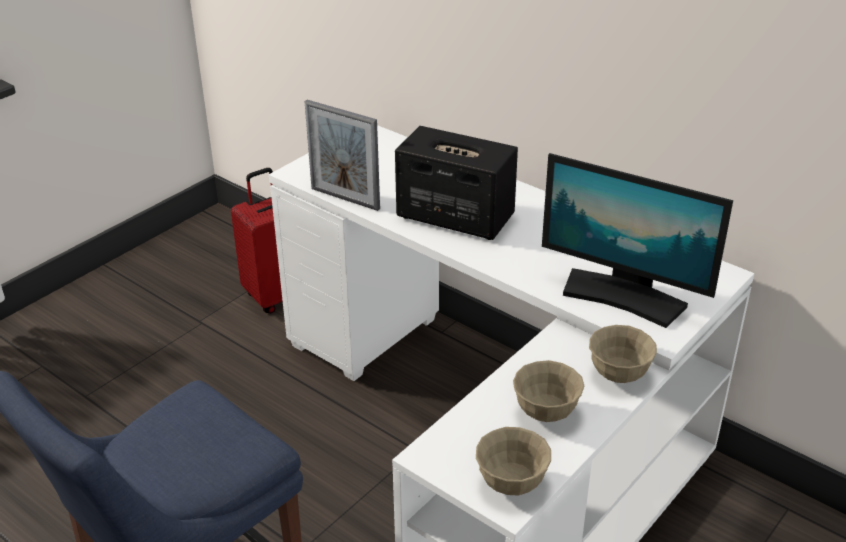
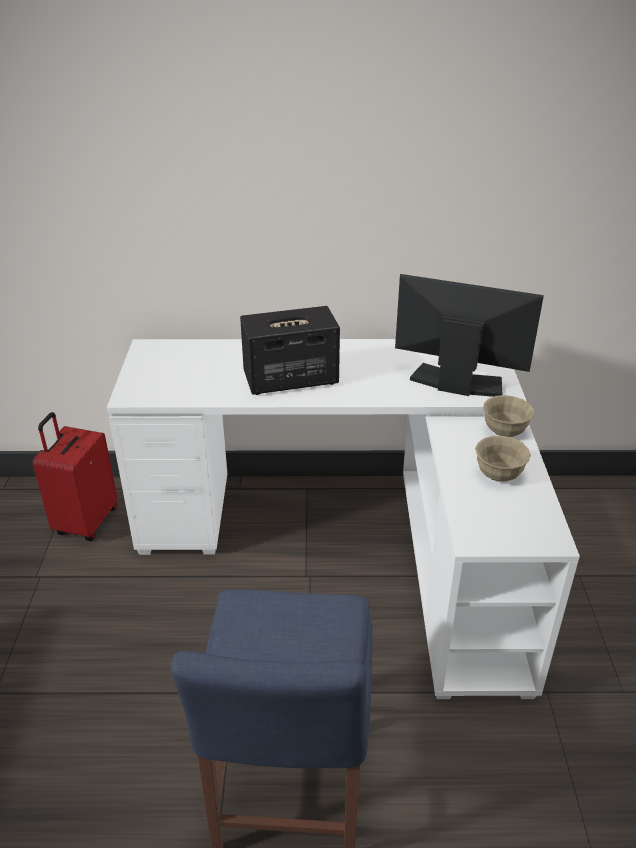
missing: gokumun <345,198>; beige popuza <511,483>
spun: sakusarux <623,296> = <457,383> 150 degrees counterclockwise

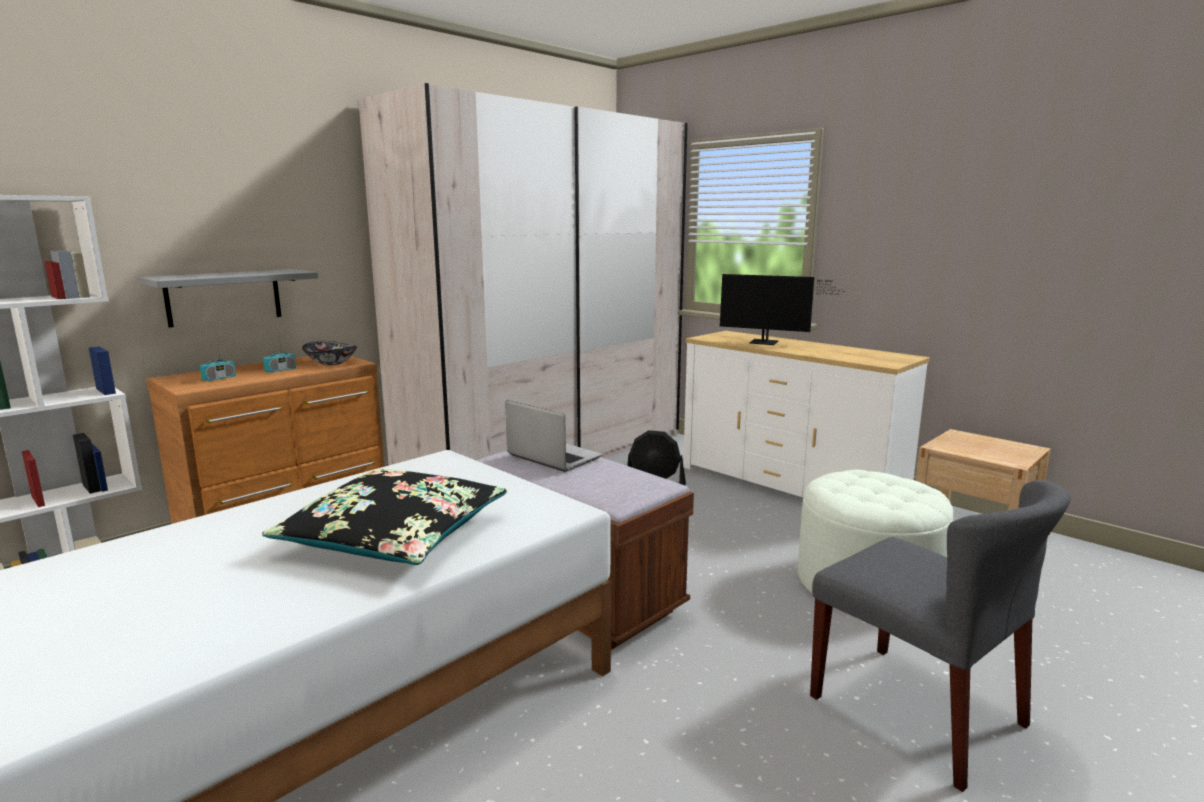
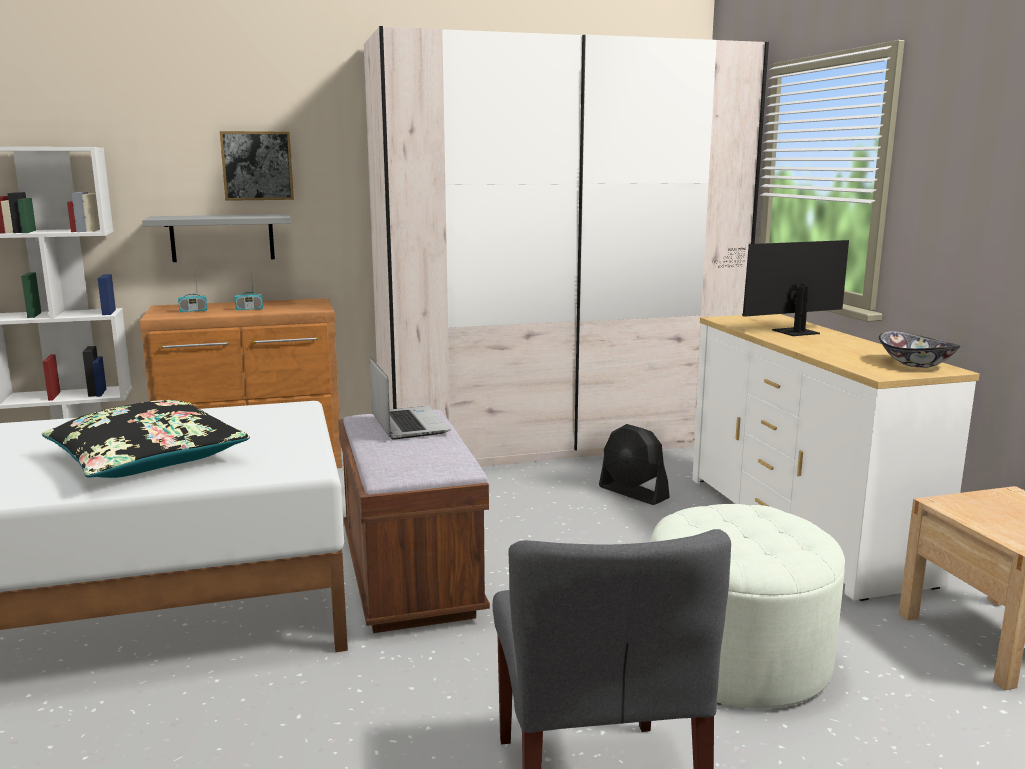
appeared: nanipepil <257,166>
relocated: popuza <332,363> to <916,364>
spun: sakusarux <768,343> = <789,332> 105 degrees clockwise

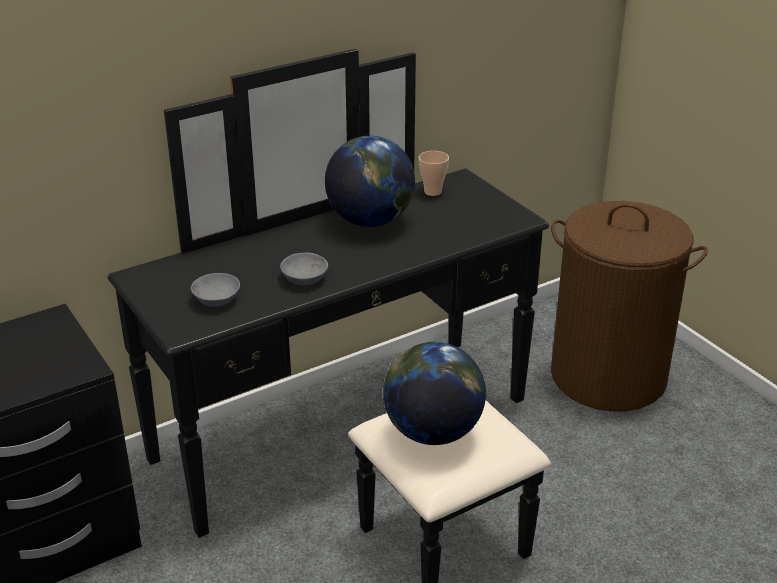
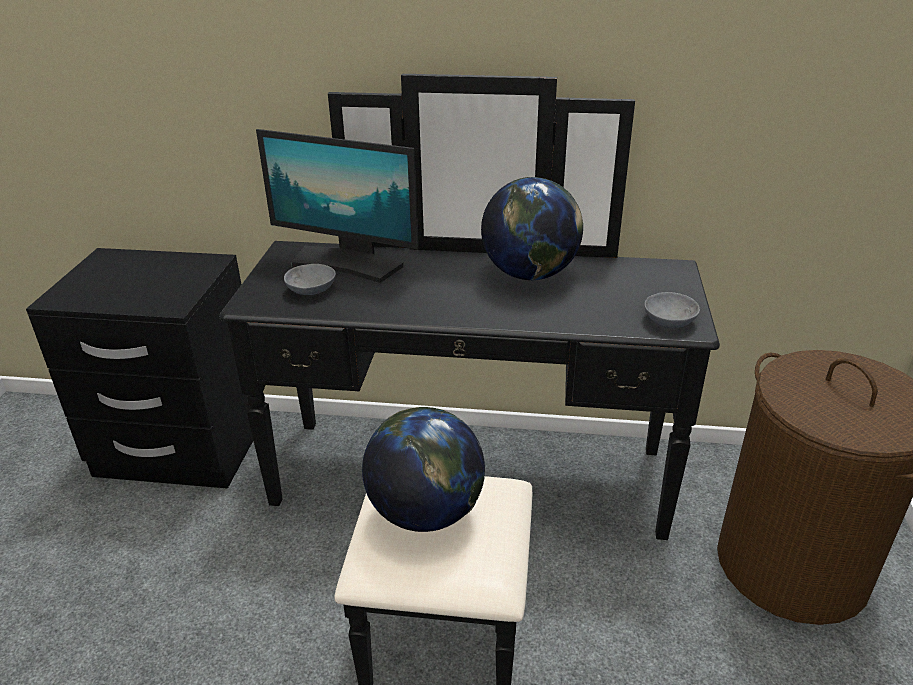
missing: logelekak <433,192>
appeared: sakusarux <347,263>
relocated: grey popuza <303,278> to <667,320>

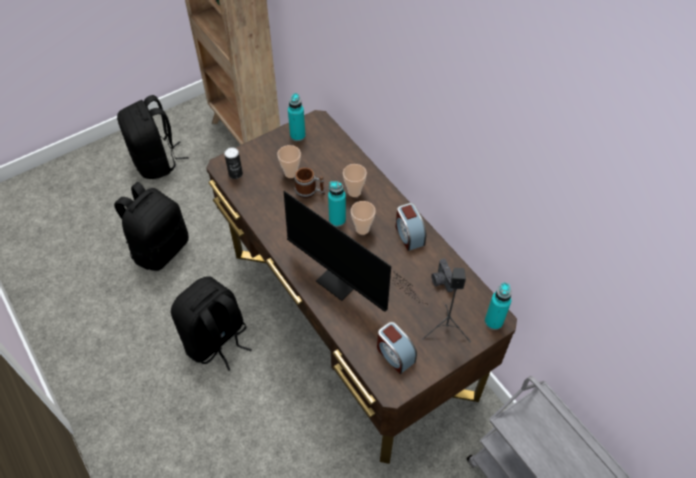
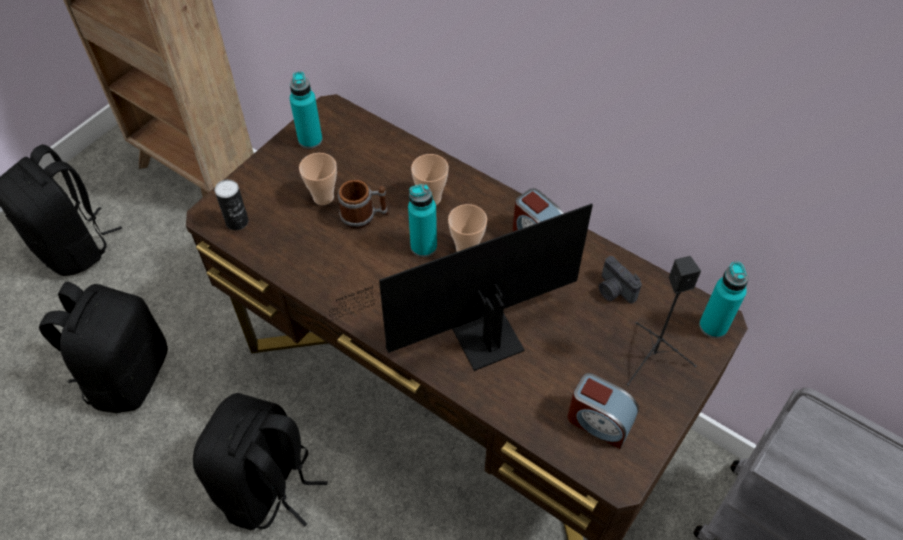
spun: sakusarux <344,284> = <476,340> 135 degrees clockwise

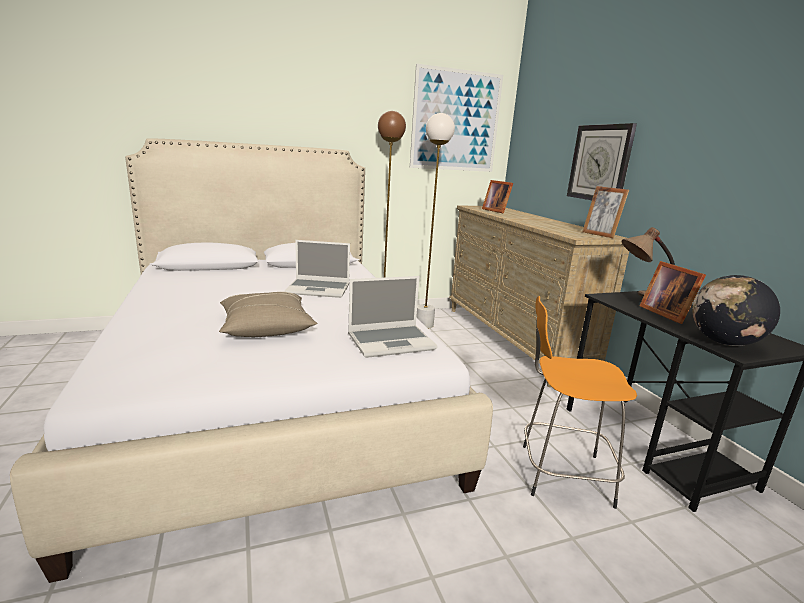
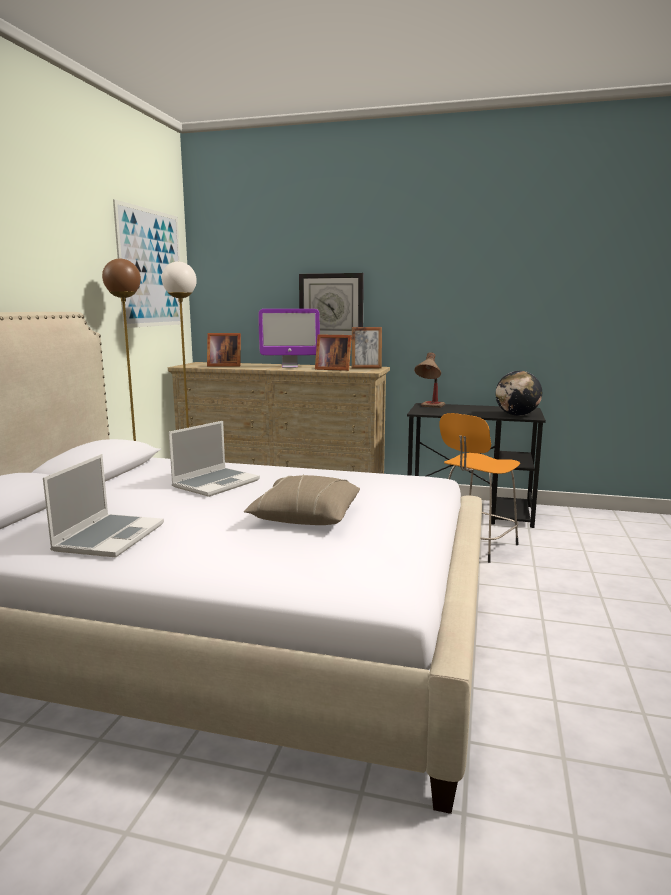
appeared: sakusarux <289,367>
relocated: gokumun <666,313> to <332,369>; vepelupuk <391,342> to <109,537>

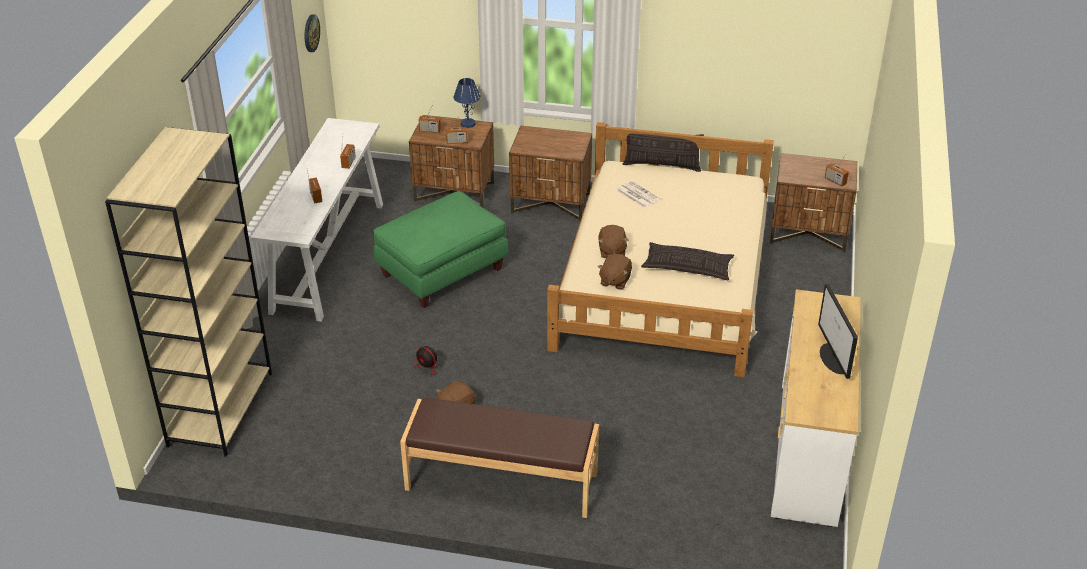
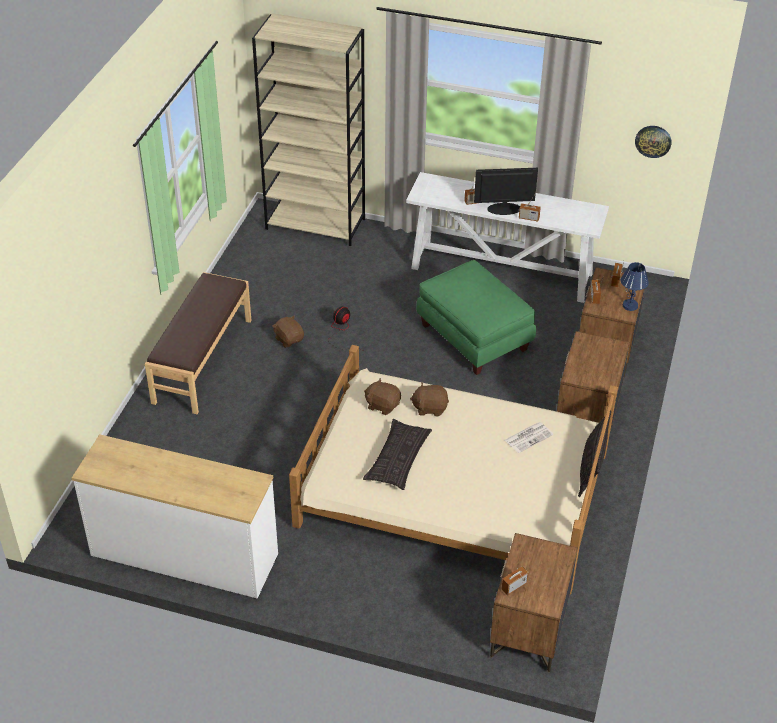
relocated: sakusarux <834,359> to <503,208>

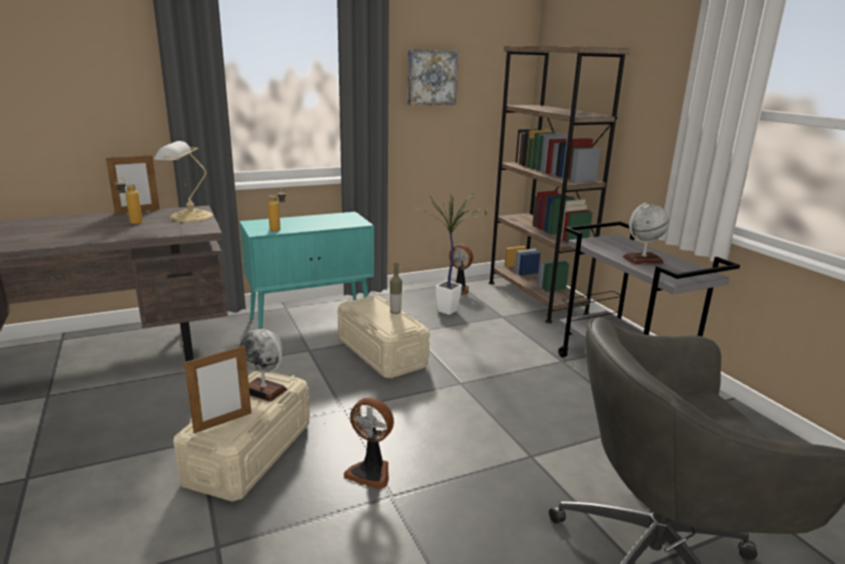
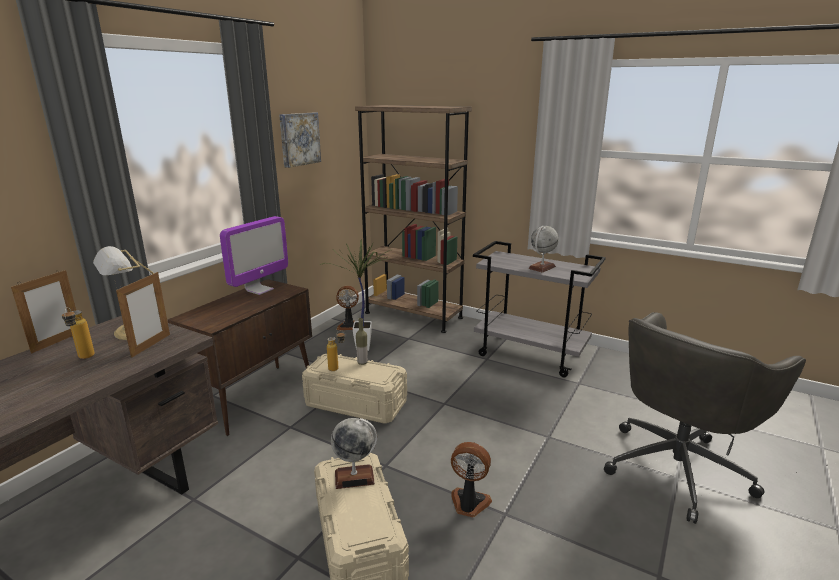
appeared: sakusarux <259,290>
relocated: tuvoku <279,230> to <337,368>; gokumun <223,422> to <151,345>
colour: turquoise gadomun <312,320> to brown gadomun <256,397>
spun: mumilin <371,472> = <469,504> 150 degrees counterclockwise

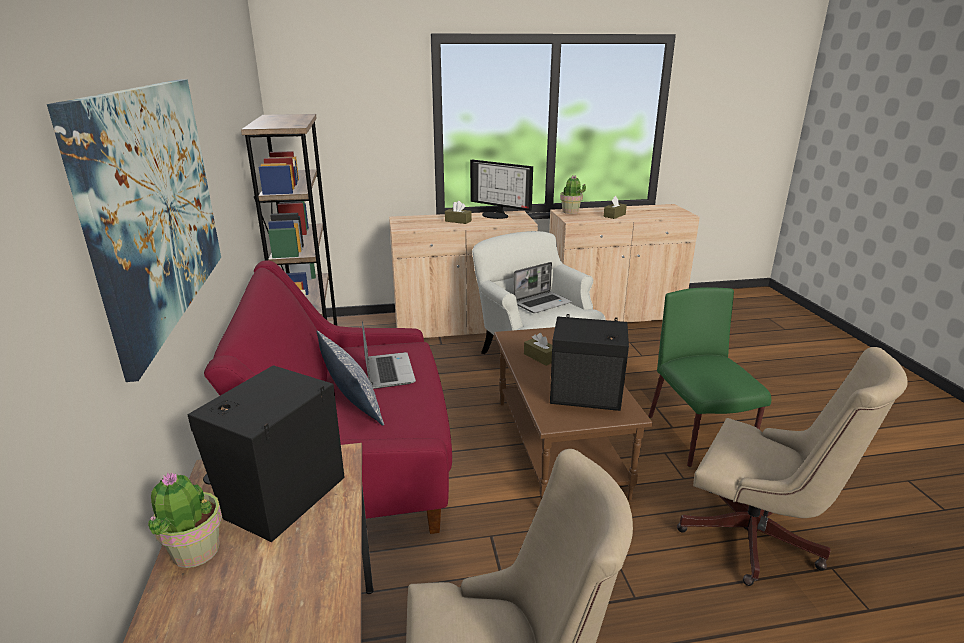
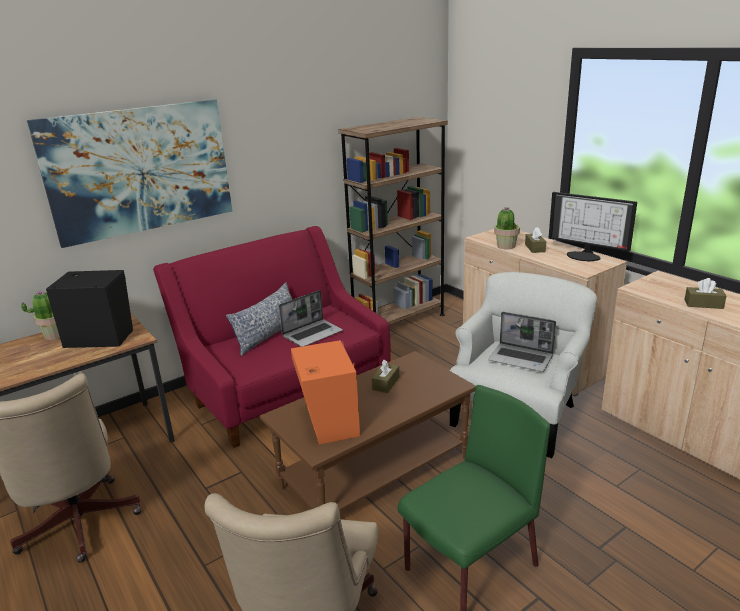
relocated: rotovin <570,212> to <505,246>
colour: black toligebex <586,398> to orange toligebex <329,423>
spun: sakusarux <497,215> = <585,255> 60 degrees counterclockwise

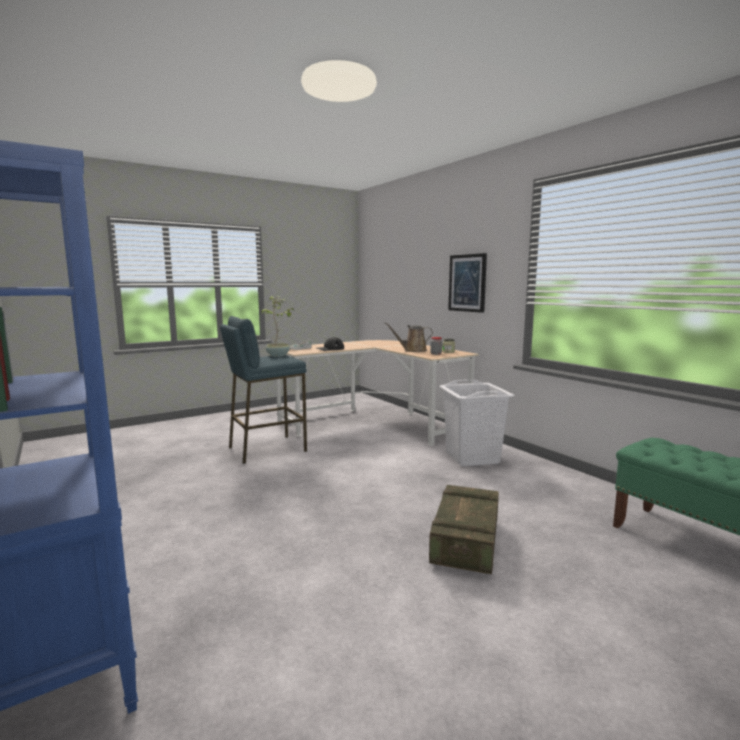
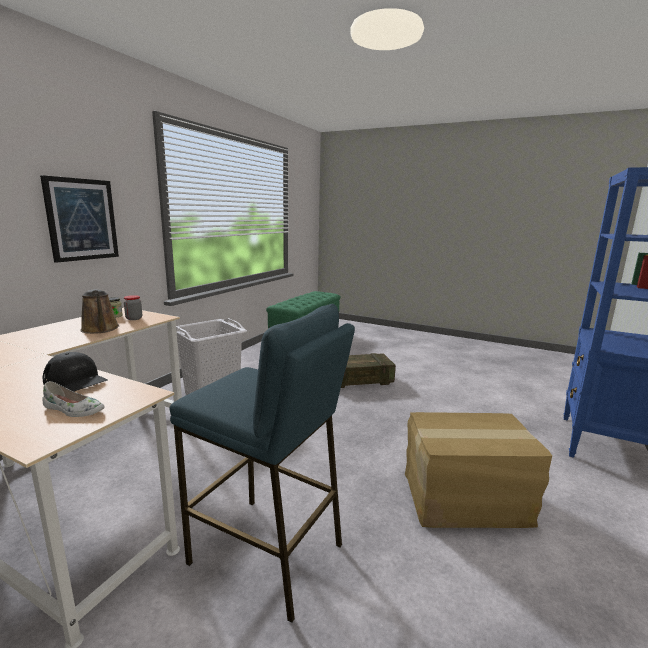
missing: rotovin <278,355>
appeared: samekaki <465,499>

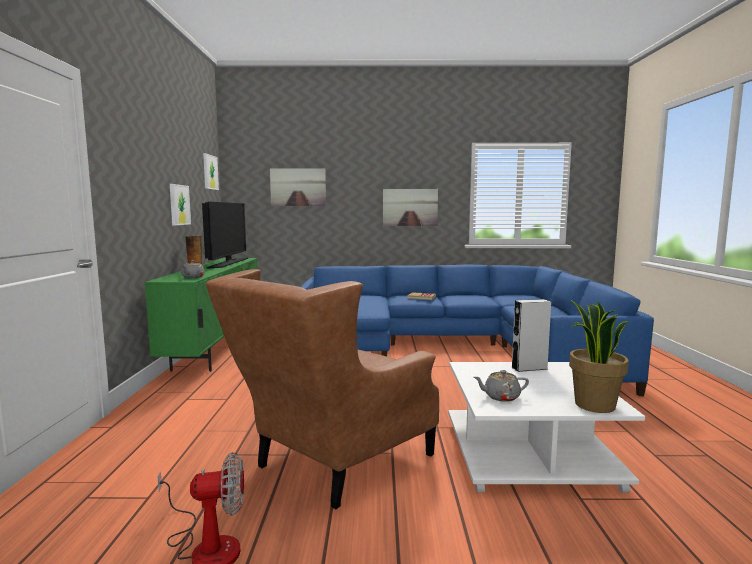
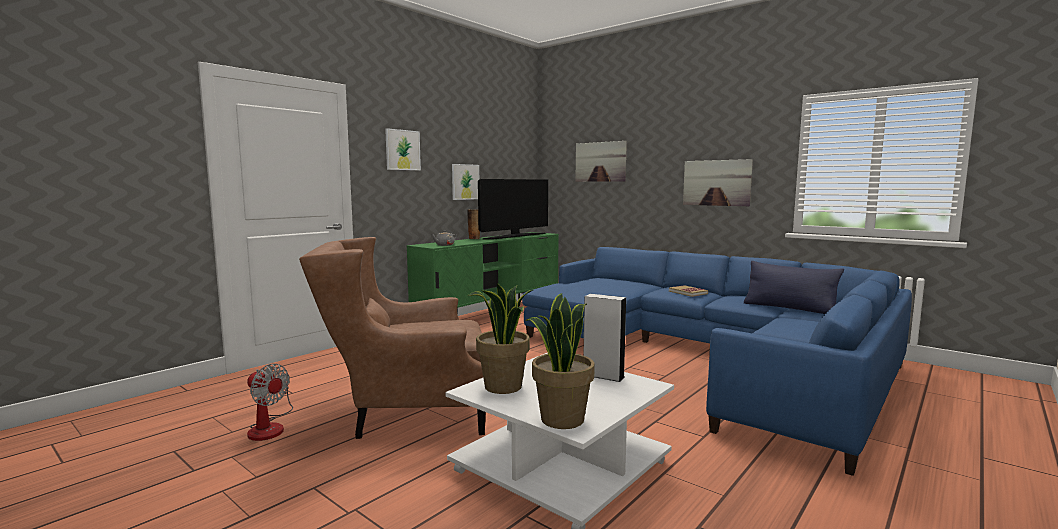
appeared: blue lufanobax <789,308>
relocated: nanipepil <210,172> to <402,150>
exchanged: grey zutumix <501,397> to rotovin <503,387>

